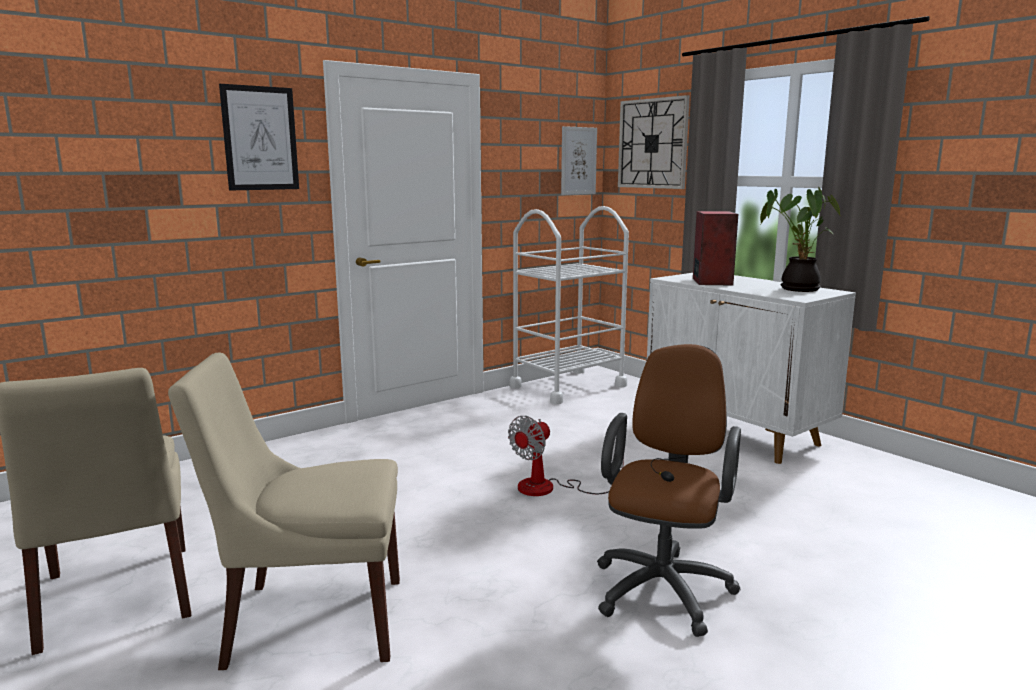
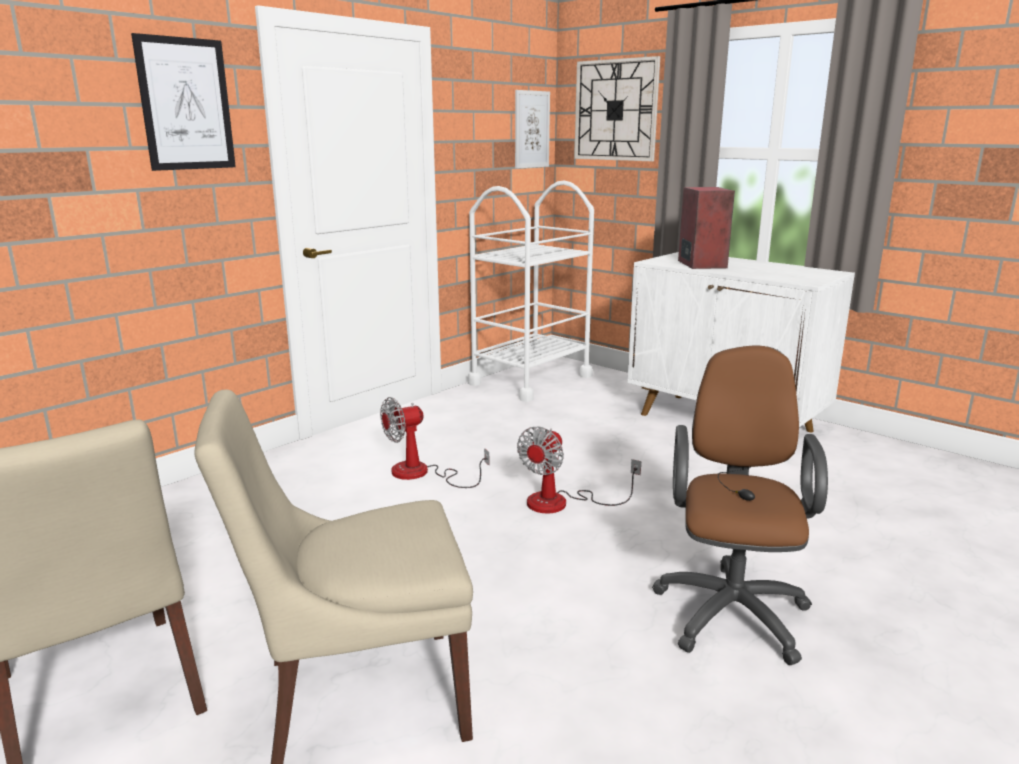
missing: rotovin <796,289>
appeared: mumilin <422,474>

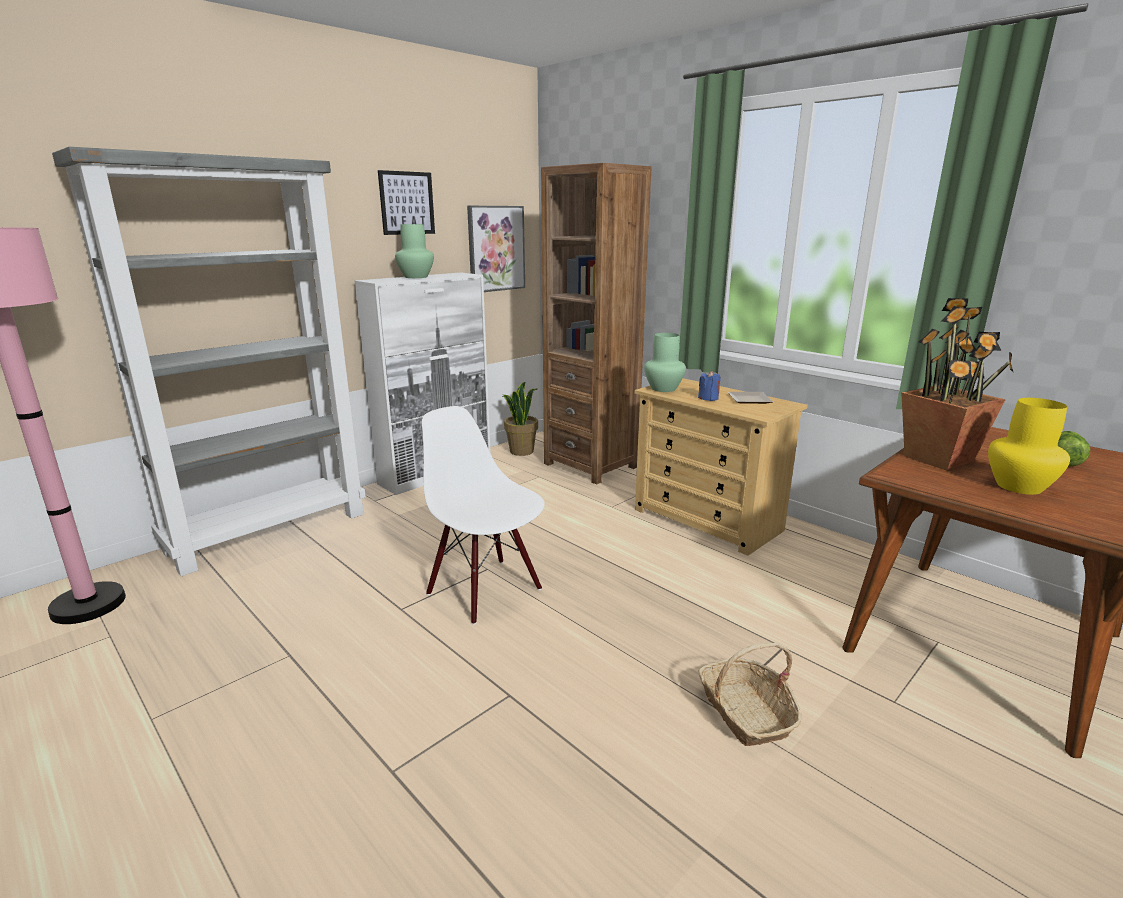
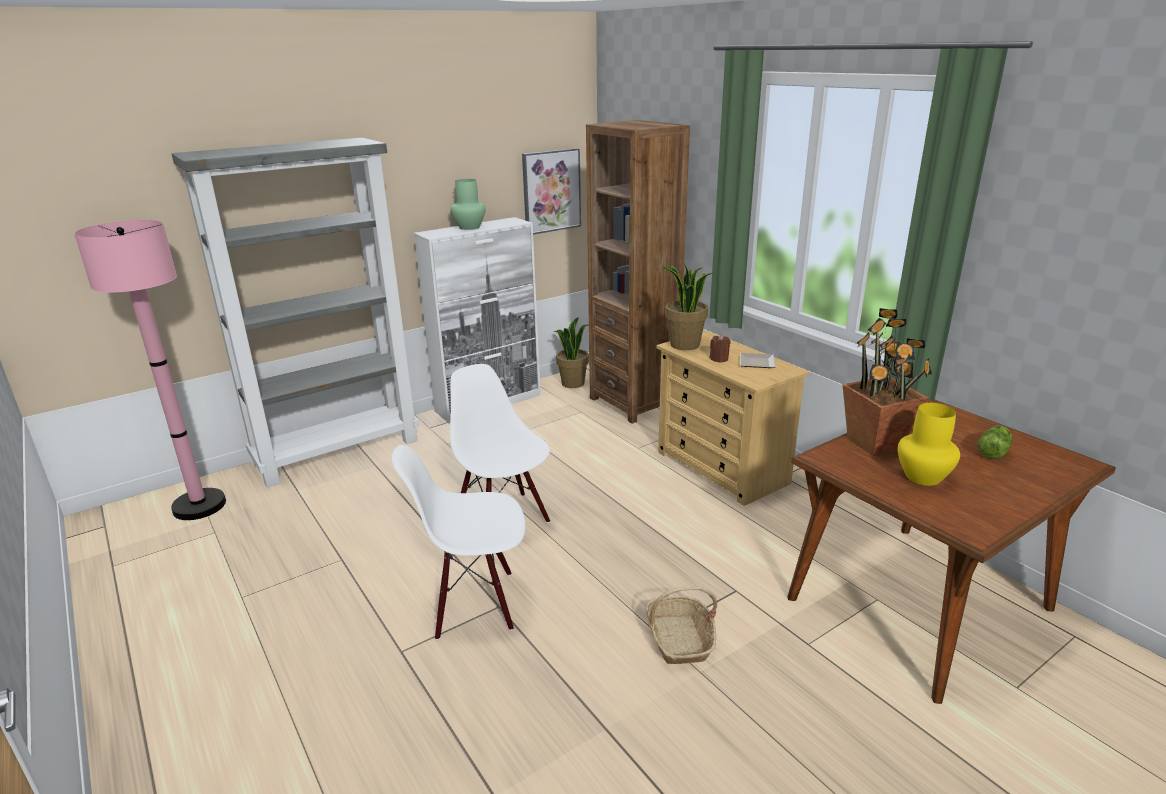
missing: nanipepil <407,203>
appeared: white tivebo <475,603>
exchanged: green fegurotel <664,389> to rotovin <684,345>
colour: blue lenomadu <708,398> to brown lenomadu <719,359>

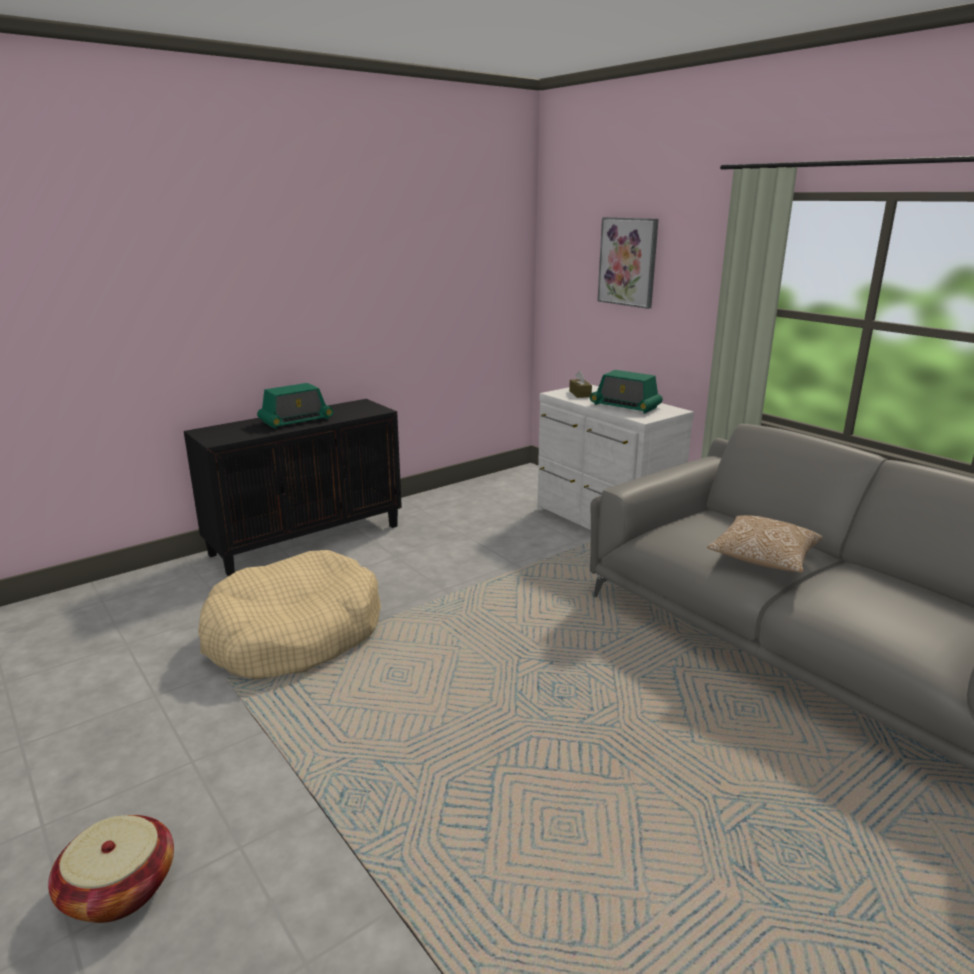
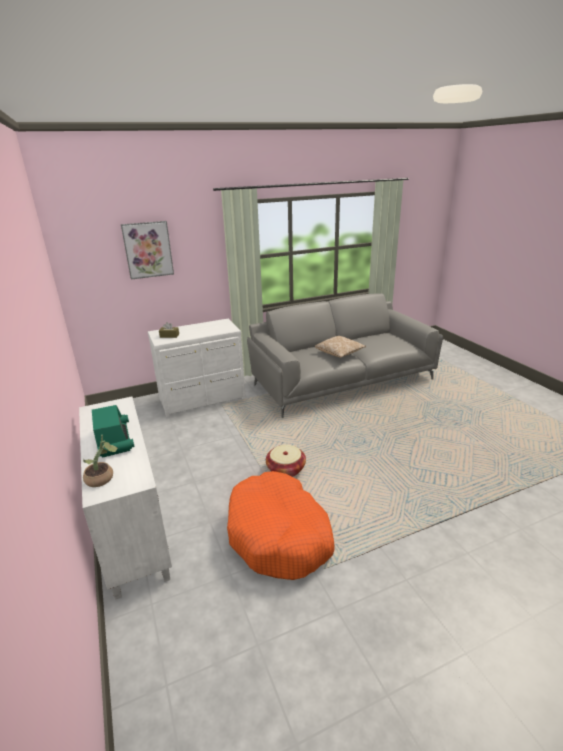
missing: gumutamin <625,406>
appeared: rotovin <103,478>
relocated: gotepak <119,889> to <286,469>
colour: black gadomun <307,539> to white gadomun <132,528>; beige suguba <294,634> to orange suguba <279,535>

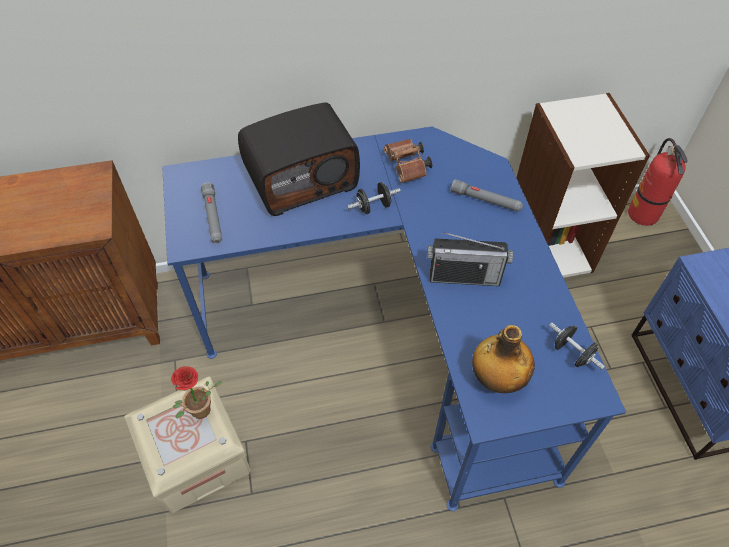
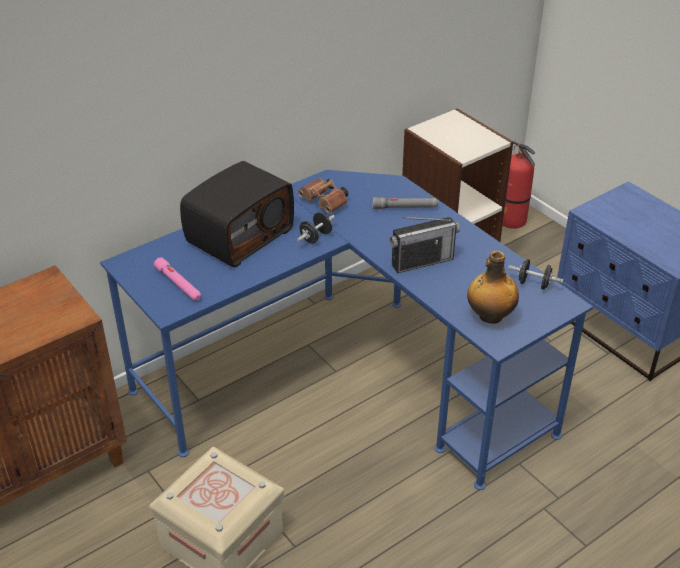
missing: rotovin <201,414>
colour: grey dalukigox <213,217> to pink dalukigox <178,284>

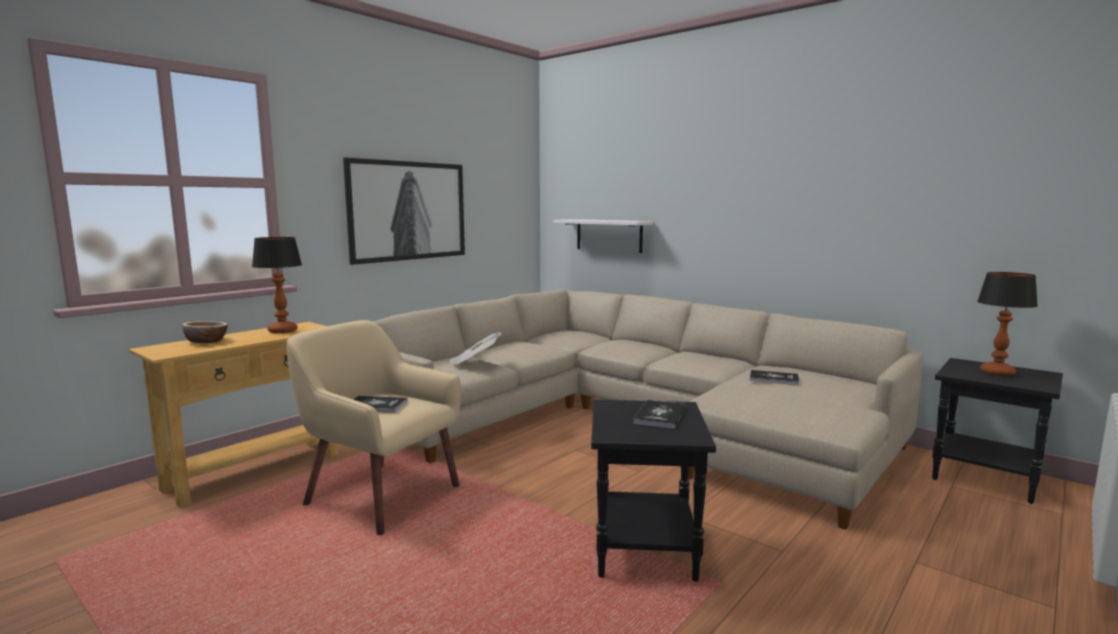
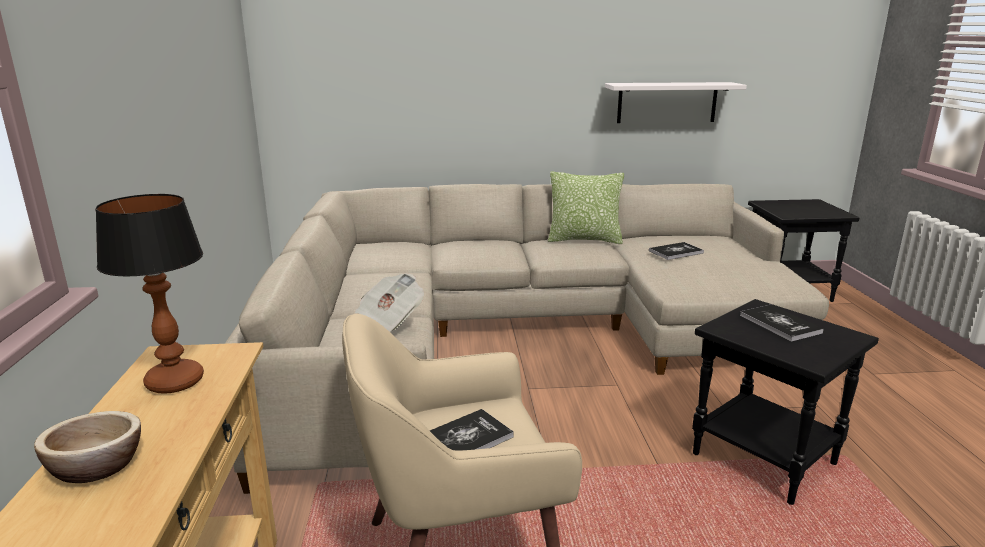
missing: nanipepil <407,211>; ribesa <997,373>
appeared: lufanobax <584,240>
relocated: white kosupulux <609,235> to <667,102>

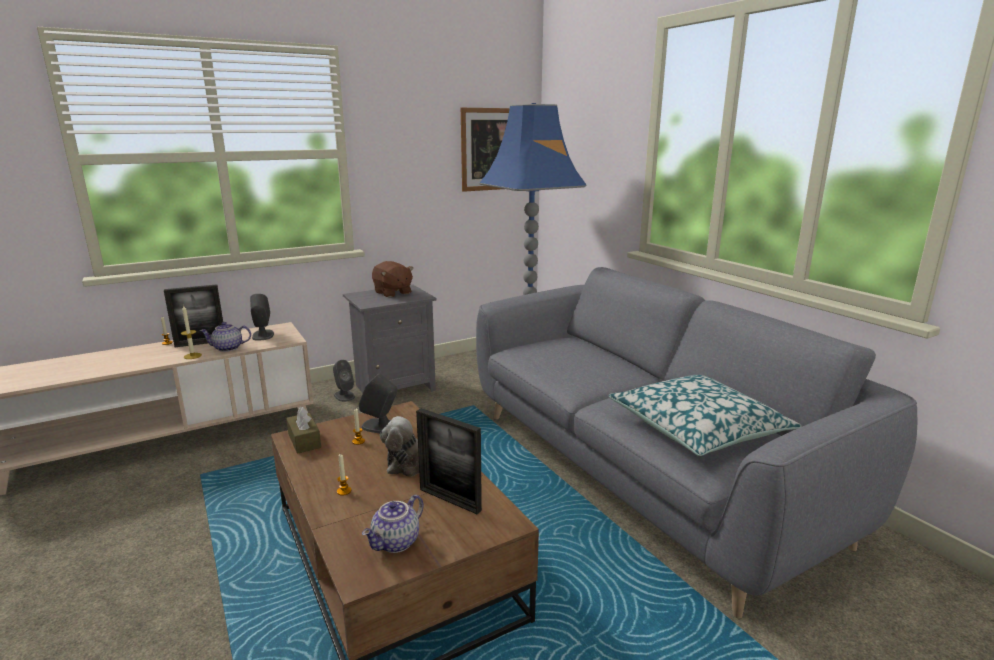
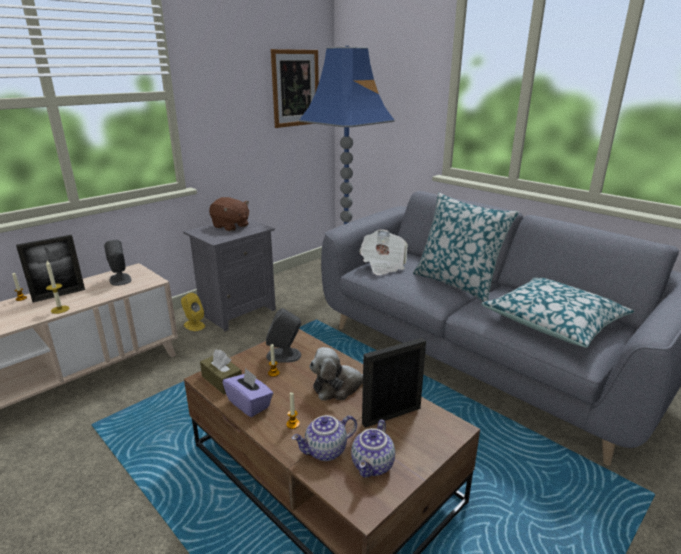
appeared: lufanobax <457,283>; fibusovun <383,265>; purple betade <249,404>
relocated: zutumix <227,348> to <325,451>
colour: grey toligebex <344,396> to yellow toligebex <194,325>
spun: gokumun <450,500> = <391,416> 135 degrees clockwise

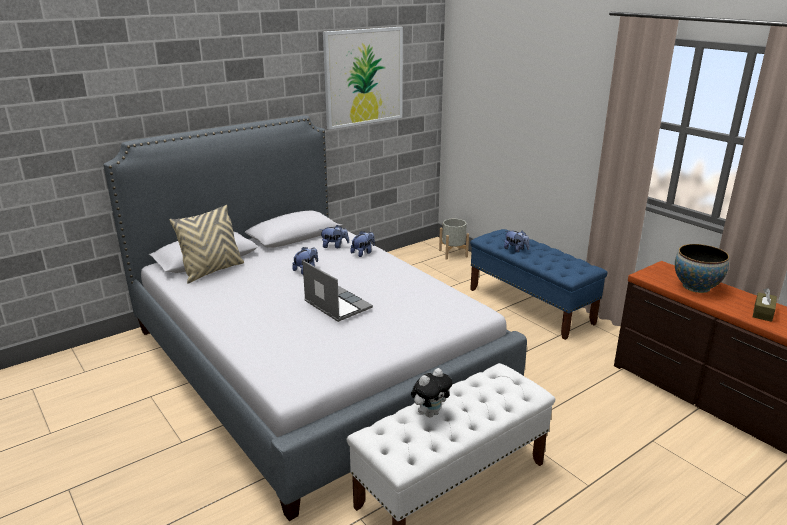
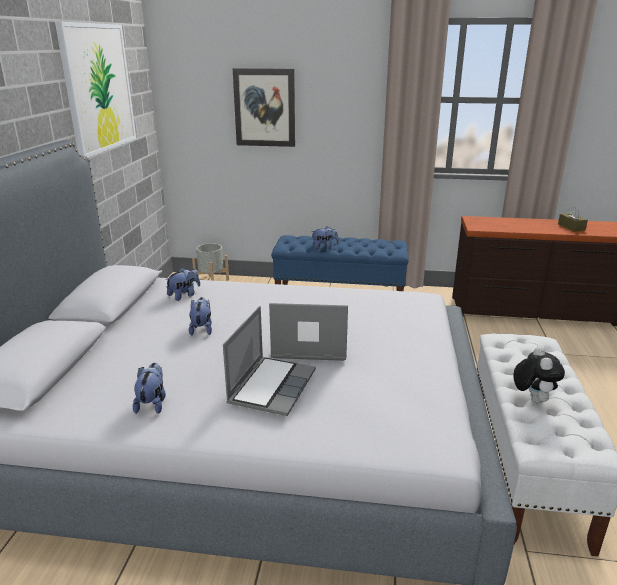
missing: beige lufanobax <212,271>; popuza <696,287>
appeared: nanipepil <264,108>; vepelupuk <271,386>
relocated: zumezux <363,253> to <152,403>

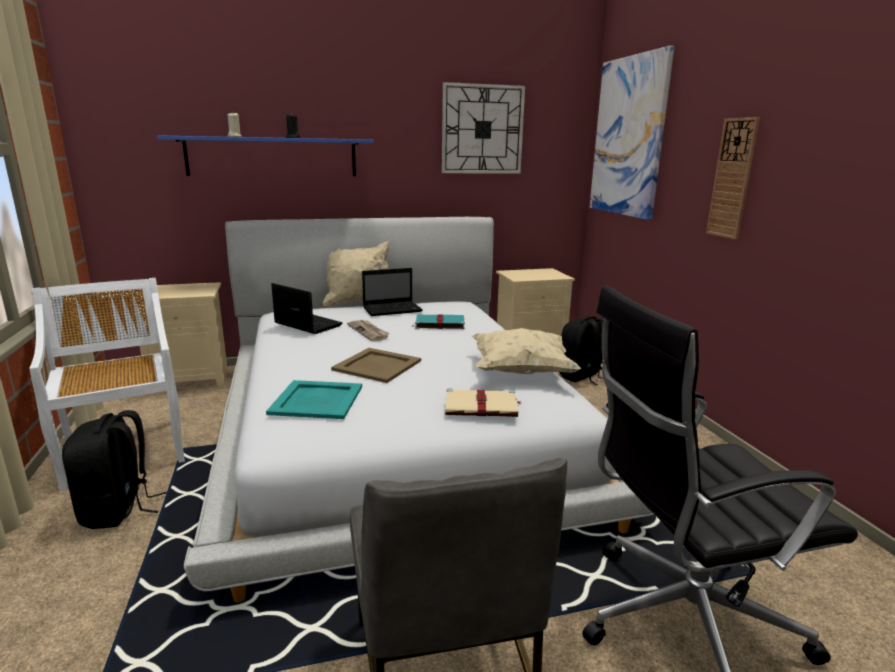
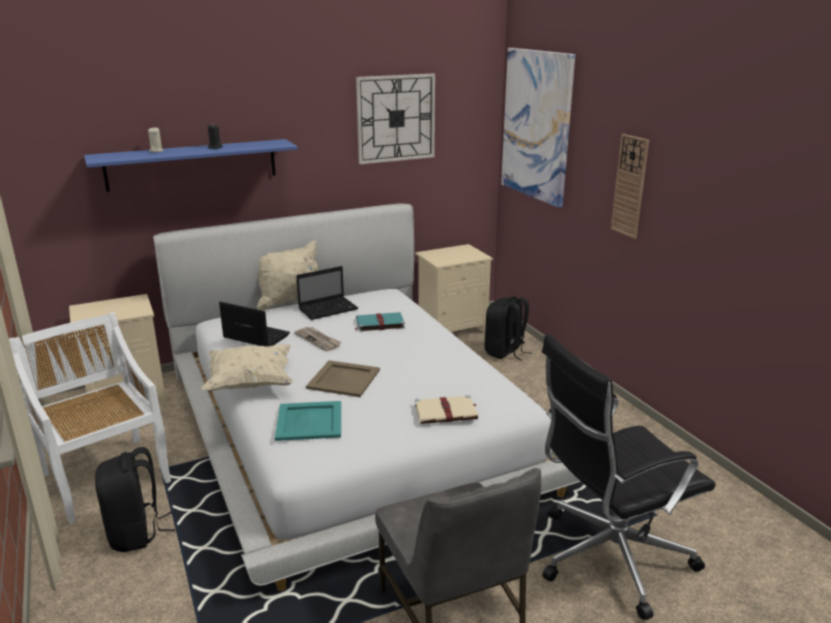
relocated: beige lufanobax <520,372> to <250,384>

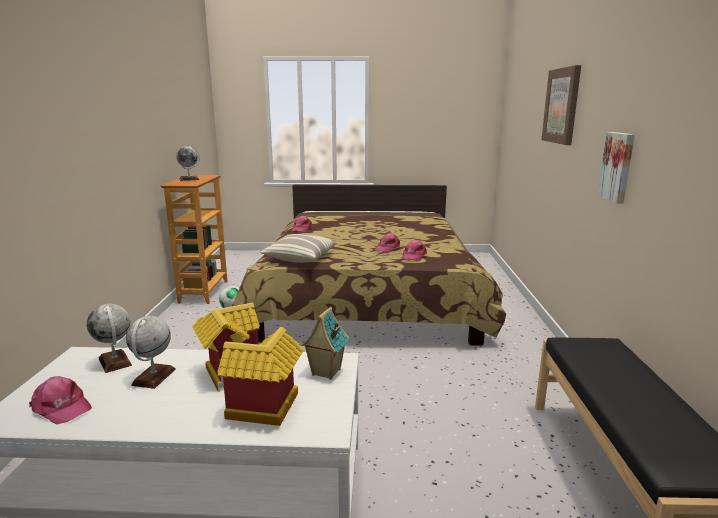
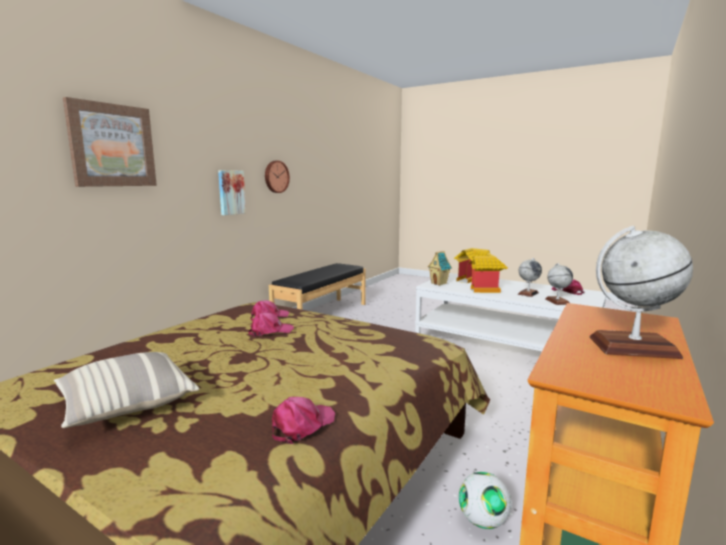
appeared: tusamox <276,176>
relocated: lufanobax <301,258> to <126,404>

